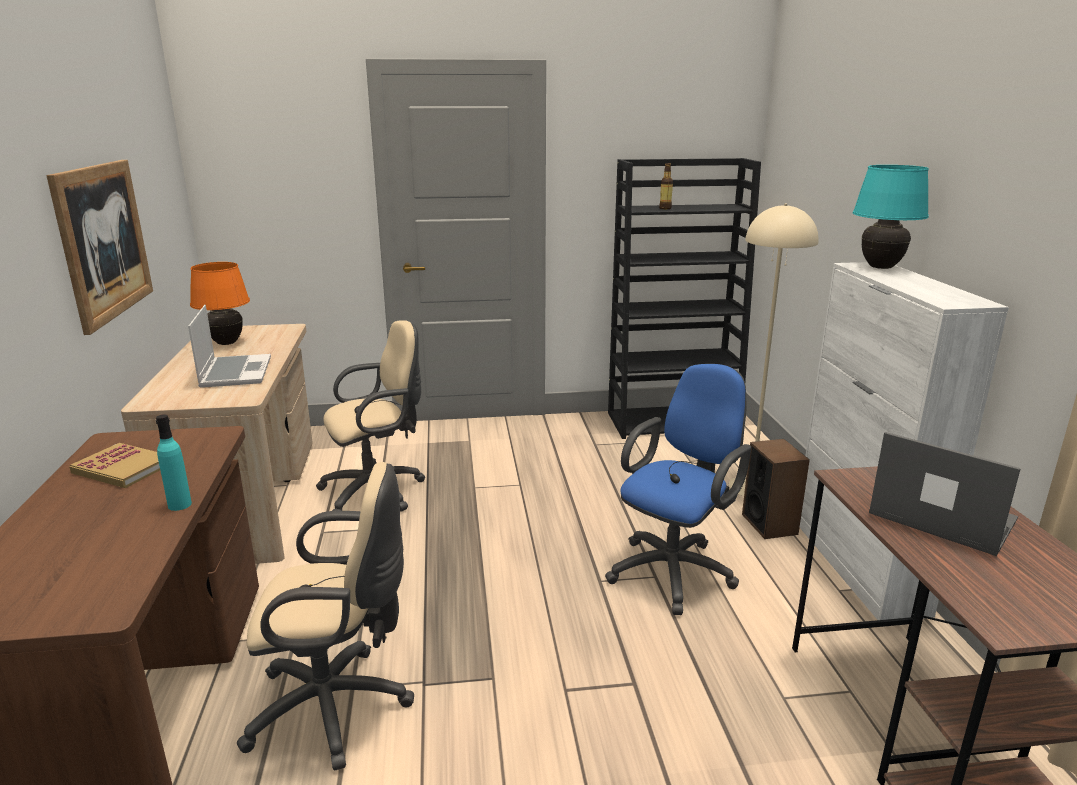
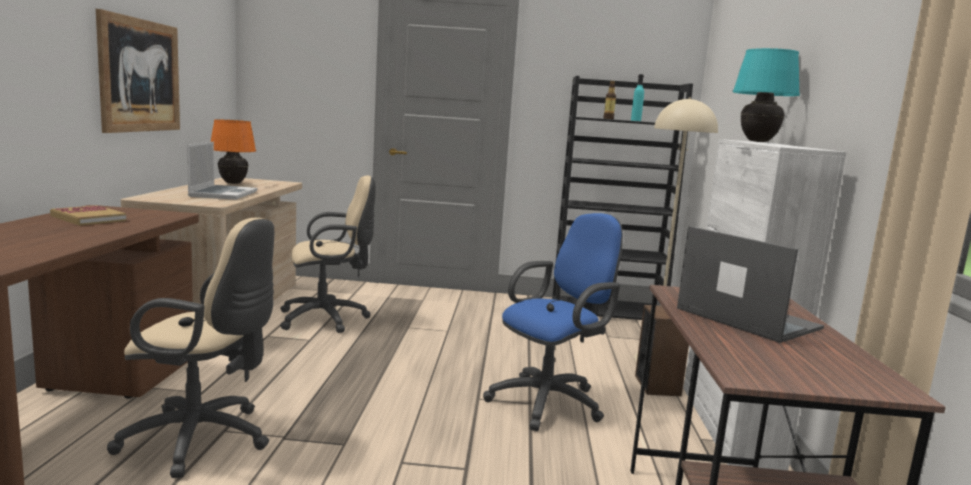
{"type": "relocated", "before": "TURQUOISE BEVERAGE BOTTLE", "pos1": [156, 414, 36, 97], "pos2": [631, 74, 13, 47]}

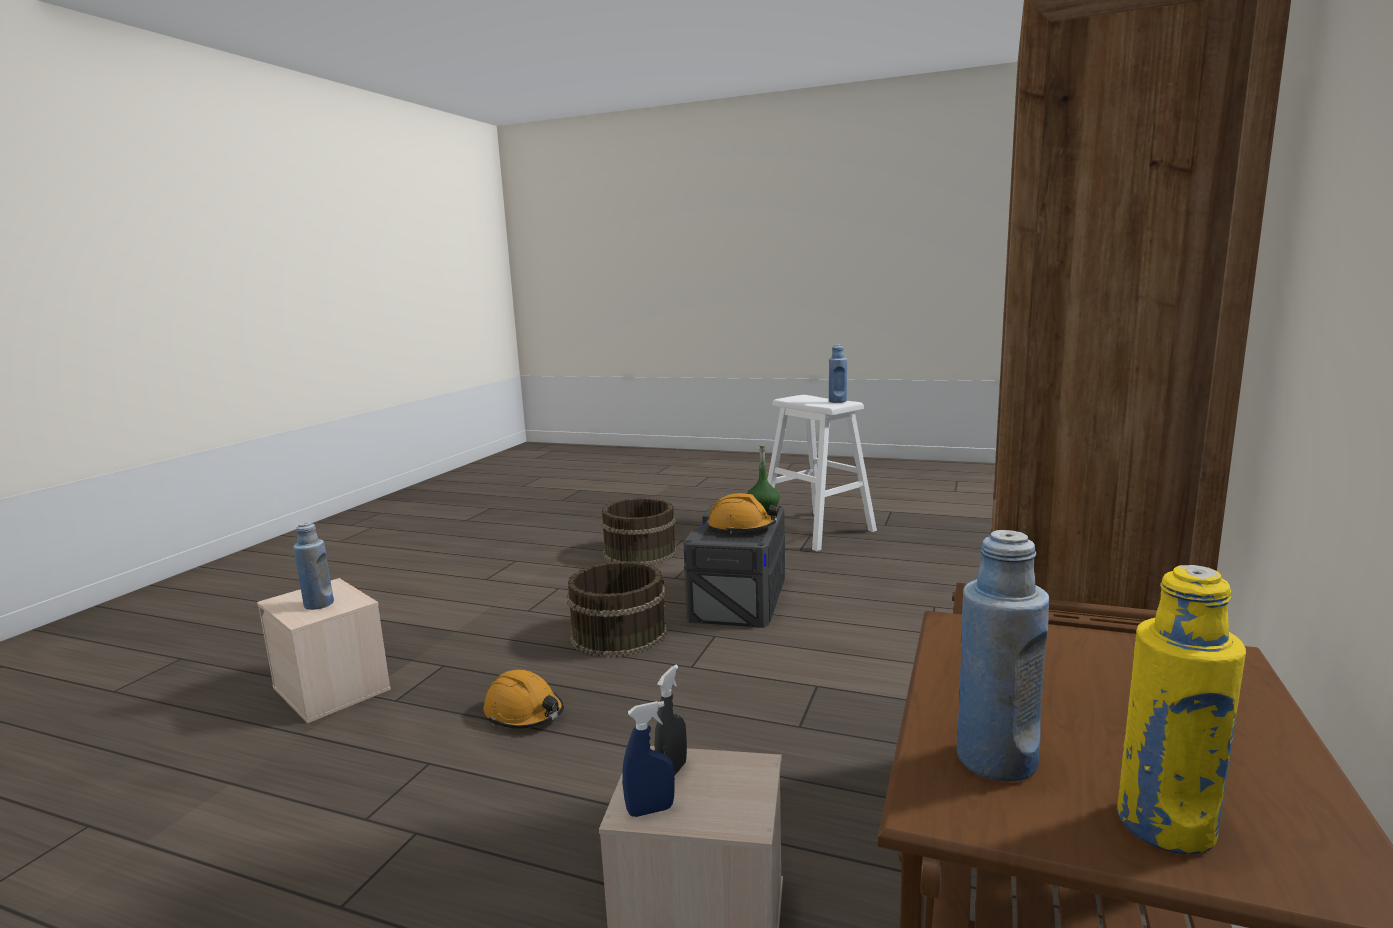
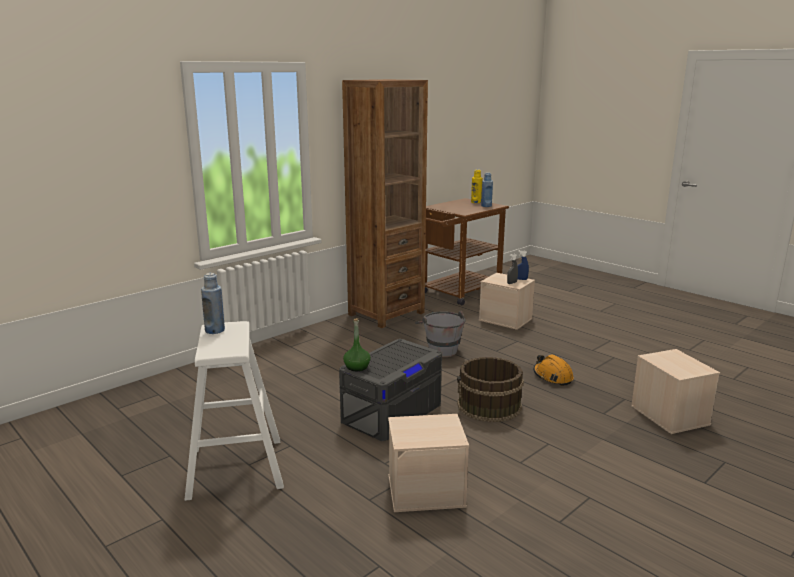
{"type": "missing", "before": "ORANGE WORK HELMET", "pos1": [708, 493, 71, 41]}
{"type": "exchanged", "before": "BROWN-COLOURED WATER BUCKET", "after": "BEIGE-COLOURED STORAGE BOX", "pos1": [601, 498, 76, 67], "pos2": [388, 414, 81, 98]}
{"type": "missing", "before": "BLUE-COLOURED BEVERAGE BOTTLE", "pos1": [293, 522, 41, 88]}
{"type": "appeared", "after": "GREYISH WATER BUCKET", "pos2": [415, 311, 51, 46]}

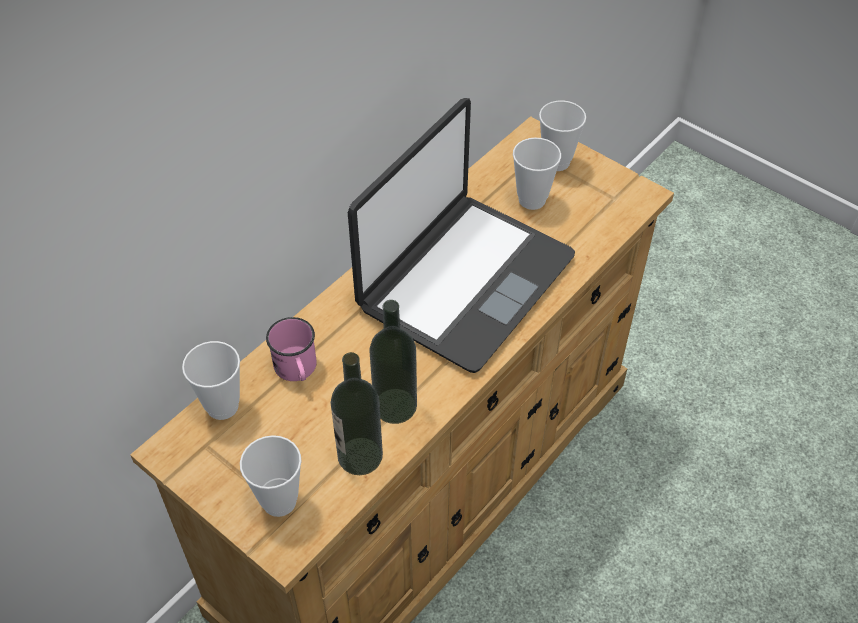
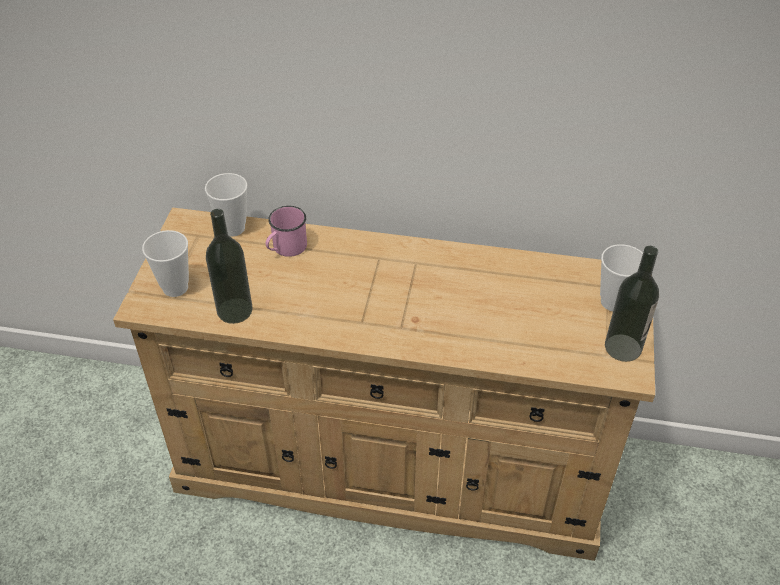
{"type": "missing", "before": "NOTEBOOK COMPUTER", "pos1": [348, 98, 227, 275]}
{"type": "missing", "before": "DRINKING CUP", "pos1": [513, 138, 48, 72]}
{"type": "relocated", "before": "BEVERAGE BOTTLE", "pos1": [369, 300, 48, 124], "pos2": [605, 246, 54, 116]}

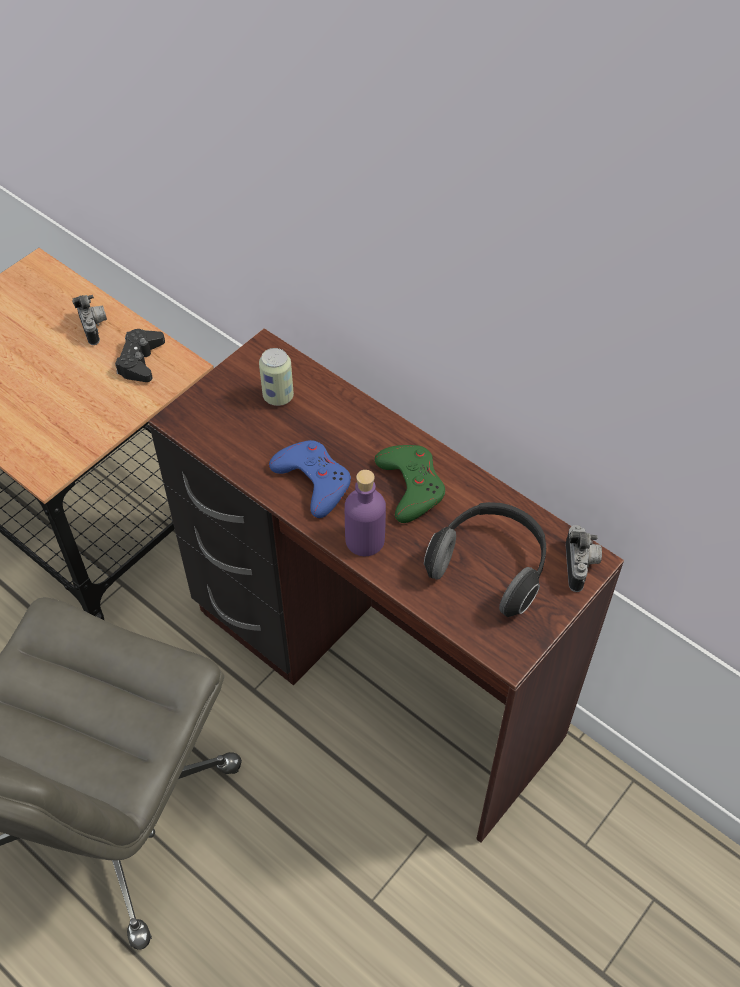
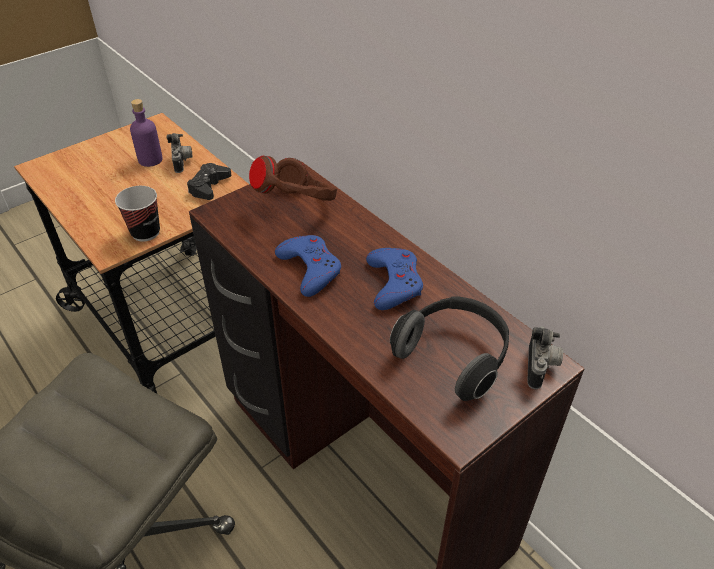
{"type": "exchanged", "before": "SEALED CAN", "after": "BROWN-COLOURED HEADPHONES", "pos1": [259, 348, 35, 58], "pos2": [249, 155, 88, 46]}
{"type": "colour", "before": "GREEN-COLOURED JOYPAD", "after": "BLUE-COLOURED JOYPAD", "pos1": [374, 445, 71, 78], "pos2": [366, 248, 57, 62]}
{"type": "relocated", "before": "PURPLISH BEVERAGE BOTTLE", "pos1": [345, 470, 41, 86], "pos2": [130, 99, 33, 68]}
{"type": "appeared", "after": "DRINKING CUP", "pos2": [115, 186, 45, 55]}

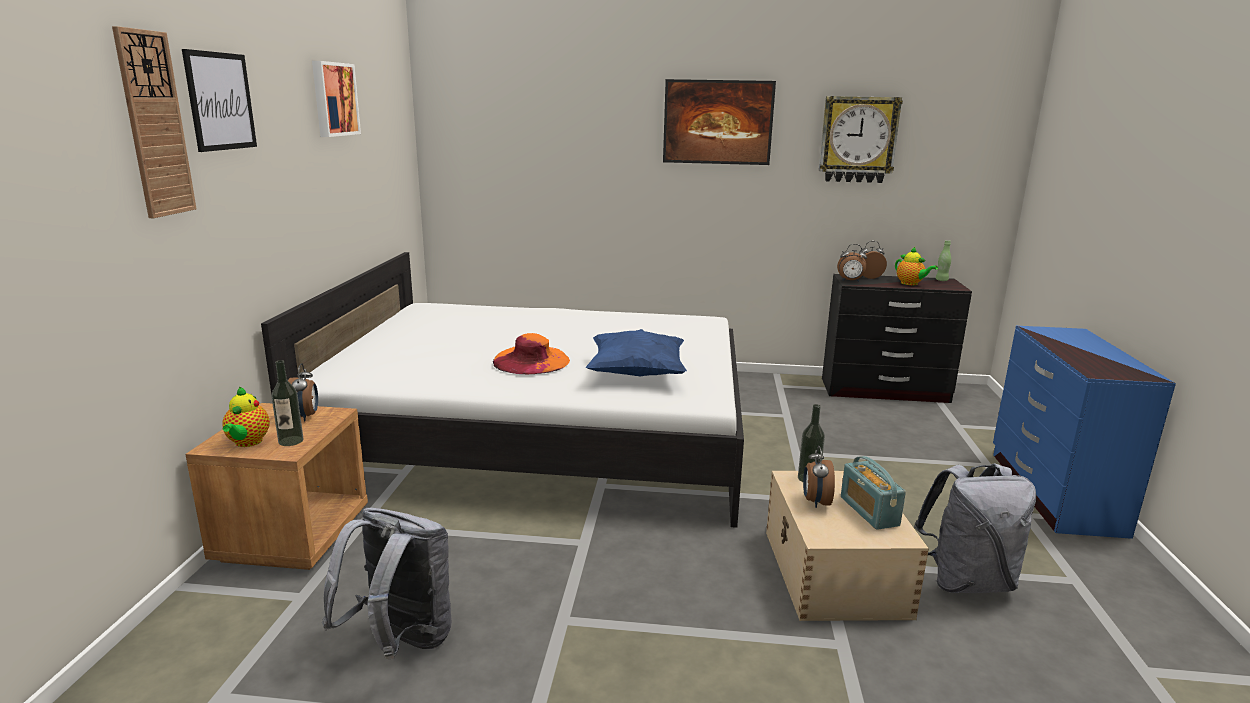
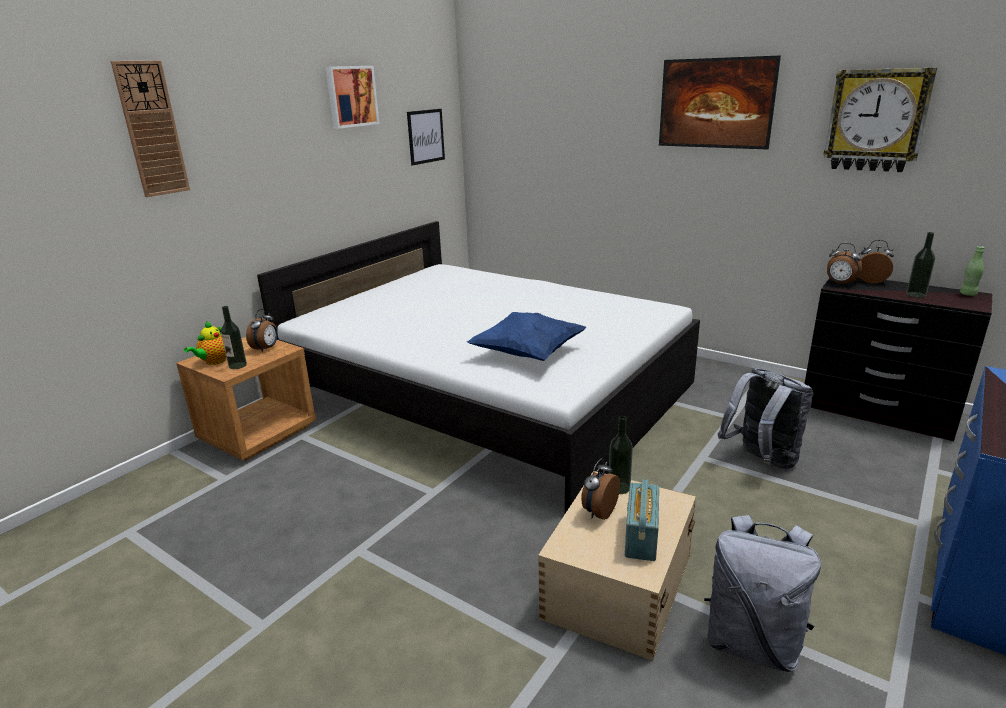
{"type": "relocated", "before": "PICTURE", "pos1": [182, 49, 75, 103], "pos2": [407, 109, 38, 56]}
{"type": "exchanged", "before": "POT FOR TEA", "after": "BEVERAGE BOTTLE", "pos1": [895, 247, 43, 38], "pos2": [906, 232, 29, 66]}
{"type": "missing", "before": "ORANGE WEARABLE HAT", "pos1": [493, 333, 77, 41]}
{"type": "relocated", "before": "GREYISH RUCKSACK", "pos1": [322, 508, 130, 151], "pos2": [718, 368, 95, 101]}

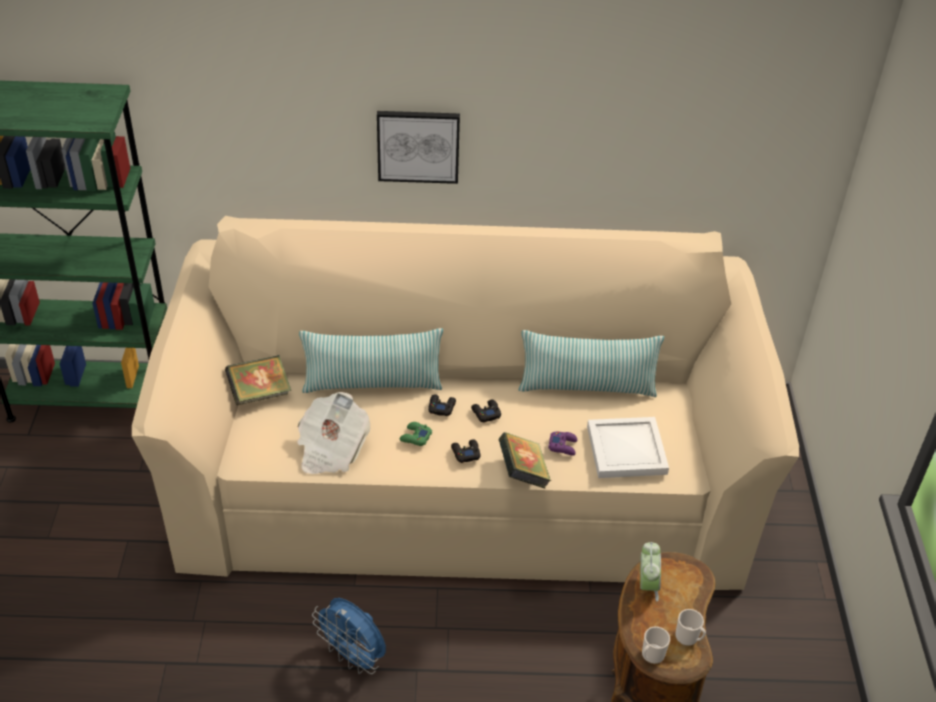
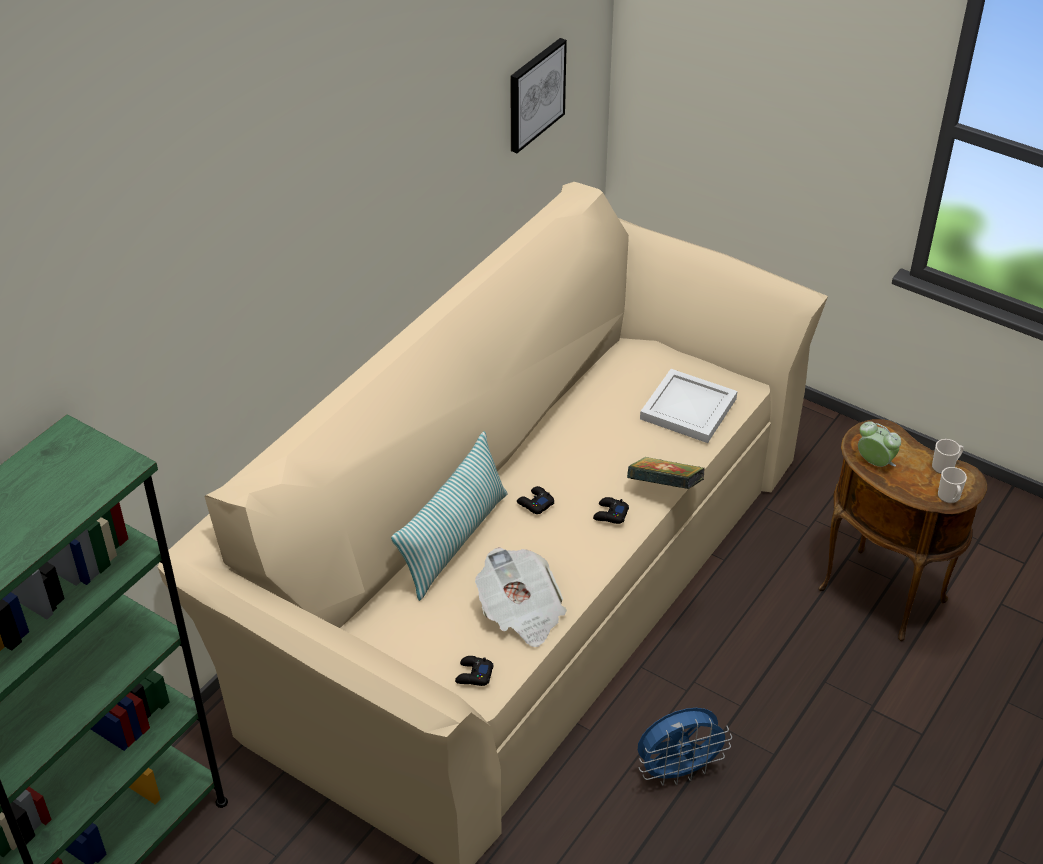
{"type": "relocated", "before": "PICTURE", "pos1": [377, 111, 83, 73], "pos2": [510, 38, 57, 115]}
{"type": "missing", "before": "PILLOW", "pos1": [518, 330, 146, 67]}
{"type": "missing", "before": "VOLUME", "pos1": [225, 355, 66, 50]}
{"type": "relocated", "before": "BLACKISH JOYPAD", "pos1": [471, 400, 30, 22], "pos2": [455, 656, 39, 30]}
{"type": "missing", "before": "GREEN-COLOURED JOYPAD", "pos1": [400, 422, 32, 24]}
{"type": "missing", "before": "PURPLISH JOYPAD", "pos1": [548, 432, 29, 23]}

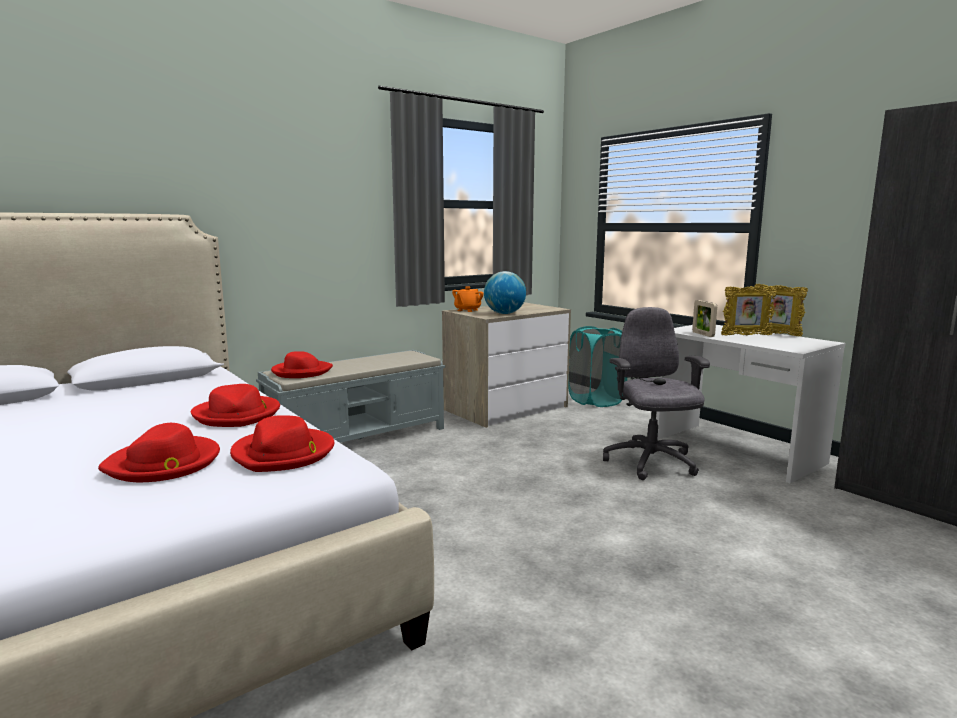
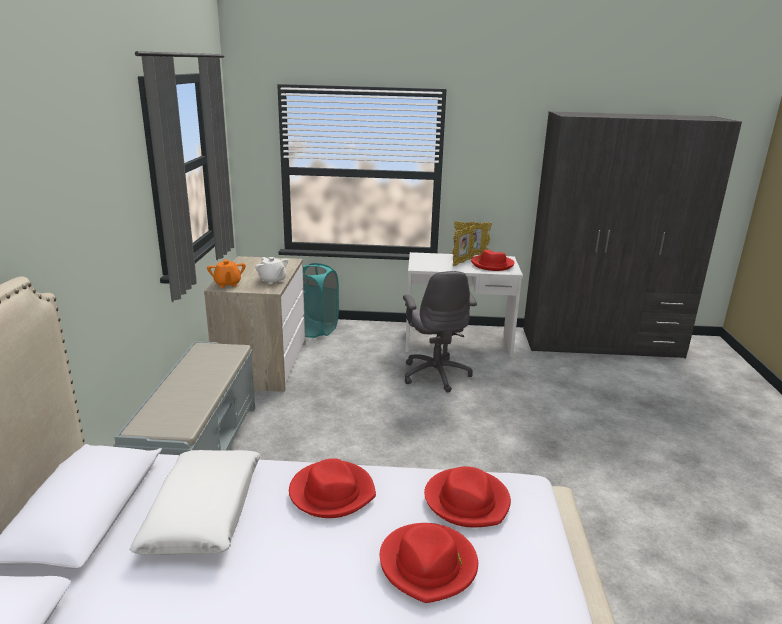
{"type": "exchanged", "before": "GLOBE", "after": "WHITE-COLOURED POT FOR TEA", "pos1": [484, 271, 42, 43], "pos2": [255, 257, 33, 28]}
{"type": "missing", "before": "STANDING FRAME", "pos1": [692, 300, 25, 37]}
{"type": "spun", "before": "GREYISH OFFICE CHAIR", "pos1": [603, 307, 107, 173], "pos2": [403, 271, 74, 122], "turn": -135}
{"type": "relocated", "before": "RED WEARABLE HAT", "pos1": [271, 351, 62, 27], "pos2": [471, 250, 44, 21]}
{"type": "appeared", "after": "WHITE-COLOURED PILLOW", "pos2": [129, 450, 131, 105]}

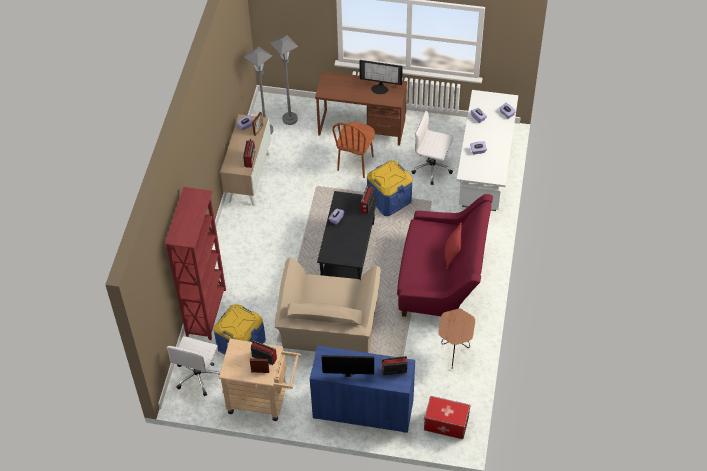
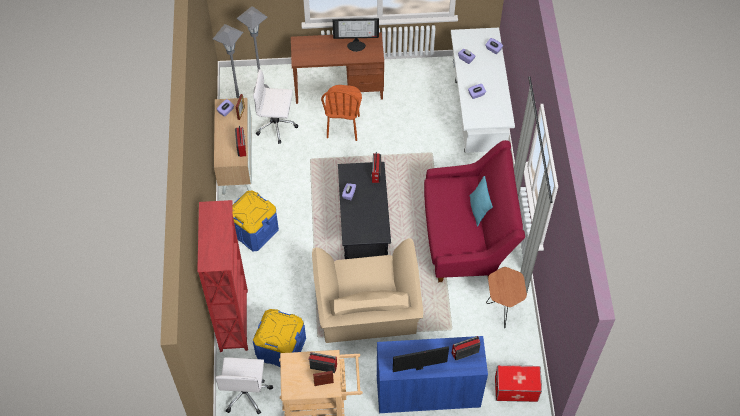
{"type": "relocated", "before": "WHITE-COLOURED OFFICE CHAIR", "pos1": [411, 111, 43, 74], "pos2": [253, 69, 45, 75]}
{"type": "relocated", "before": "BLUE-COLOURED STORAGE BOX", "pos1": [367, 160, 46, 56], "pos2": [232, 191, 47, 60]}
{"type": "colour", "before": "RED PILLOW", "after": "TURQUOISE PILLOW", "pos1": [445, 223, 17, 46], "pos2": [470, 176, 23, 51]}

